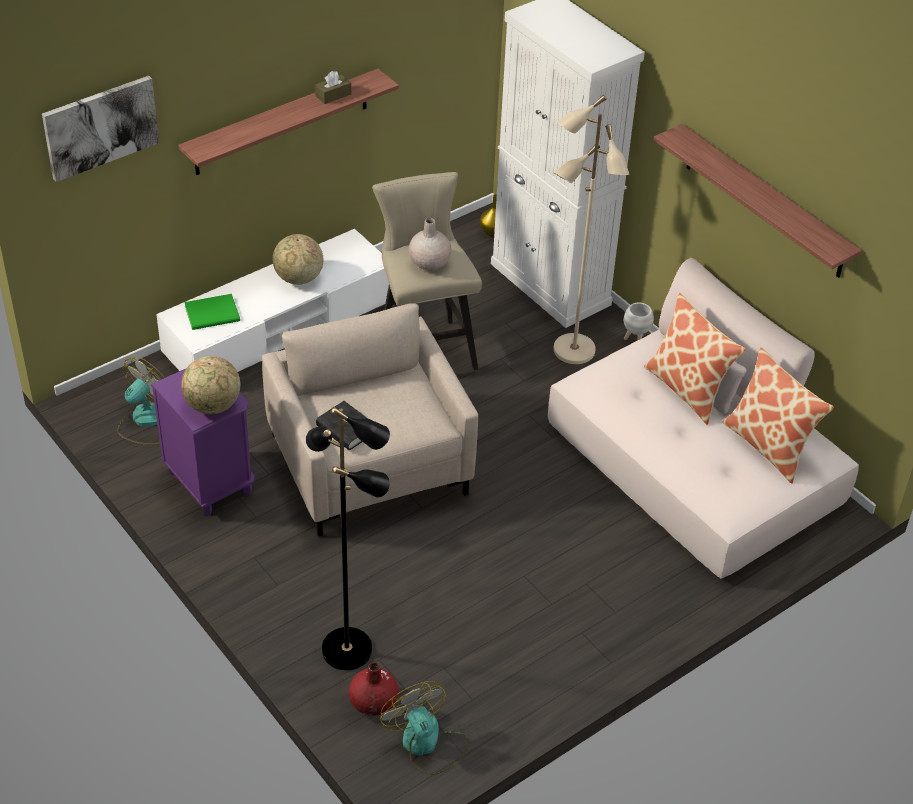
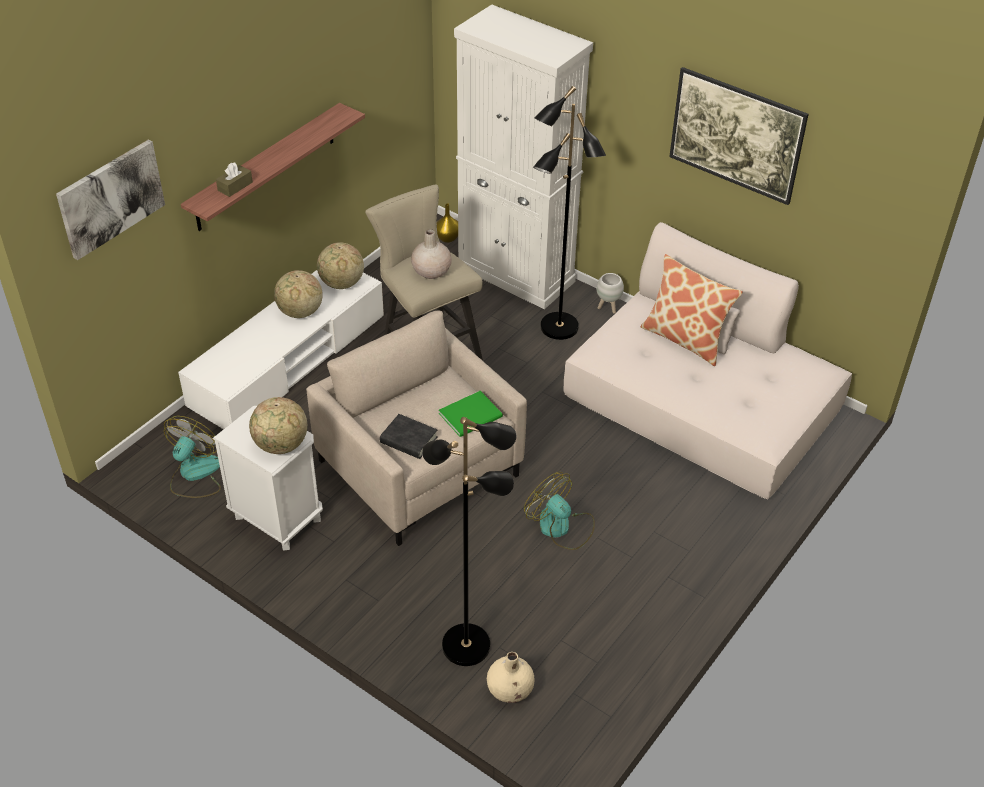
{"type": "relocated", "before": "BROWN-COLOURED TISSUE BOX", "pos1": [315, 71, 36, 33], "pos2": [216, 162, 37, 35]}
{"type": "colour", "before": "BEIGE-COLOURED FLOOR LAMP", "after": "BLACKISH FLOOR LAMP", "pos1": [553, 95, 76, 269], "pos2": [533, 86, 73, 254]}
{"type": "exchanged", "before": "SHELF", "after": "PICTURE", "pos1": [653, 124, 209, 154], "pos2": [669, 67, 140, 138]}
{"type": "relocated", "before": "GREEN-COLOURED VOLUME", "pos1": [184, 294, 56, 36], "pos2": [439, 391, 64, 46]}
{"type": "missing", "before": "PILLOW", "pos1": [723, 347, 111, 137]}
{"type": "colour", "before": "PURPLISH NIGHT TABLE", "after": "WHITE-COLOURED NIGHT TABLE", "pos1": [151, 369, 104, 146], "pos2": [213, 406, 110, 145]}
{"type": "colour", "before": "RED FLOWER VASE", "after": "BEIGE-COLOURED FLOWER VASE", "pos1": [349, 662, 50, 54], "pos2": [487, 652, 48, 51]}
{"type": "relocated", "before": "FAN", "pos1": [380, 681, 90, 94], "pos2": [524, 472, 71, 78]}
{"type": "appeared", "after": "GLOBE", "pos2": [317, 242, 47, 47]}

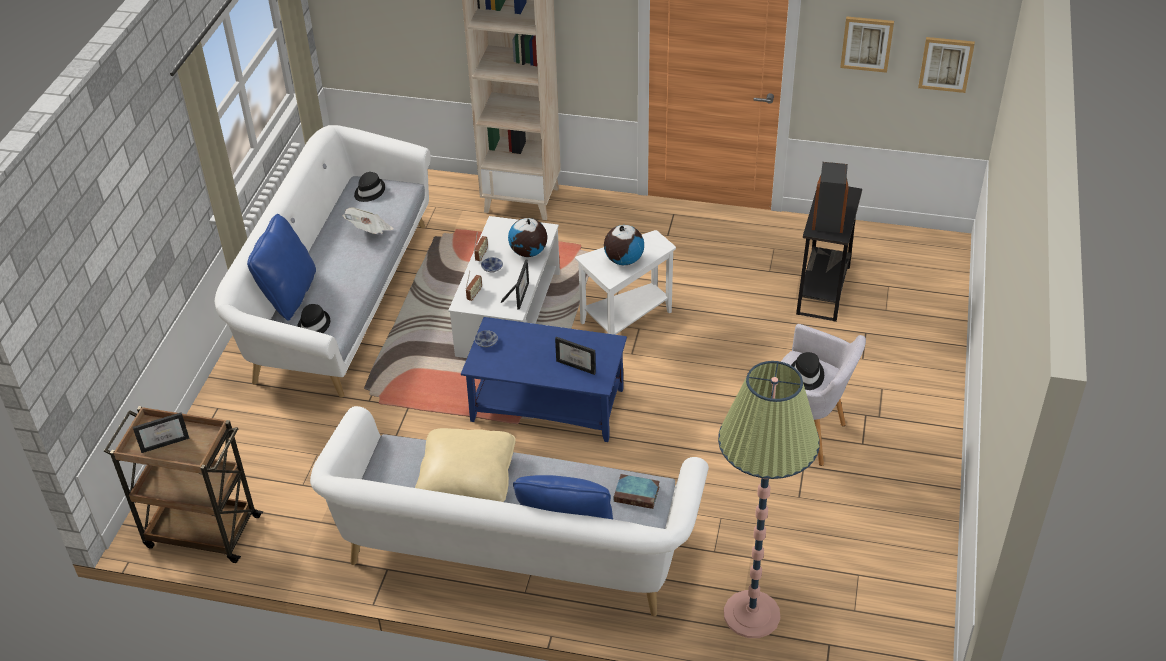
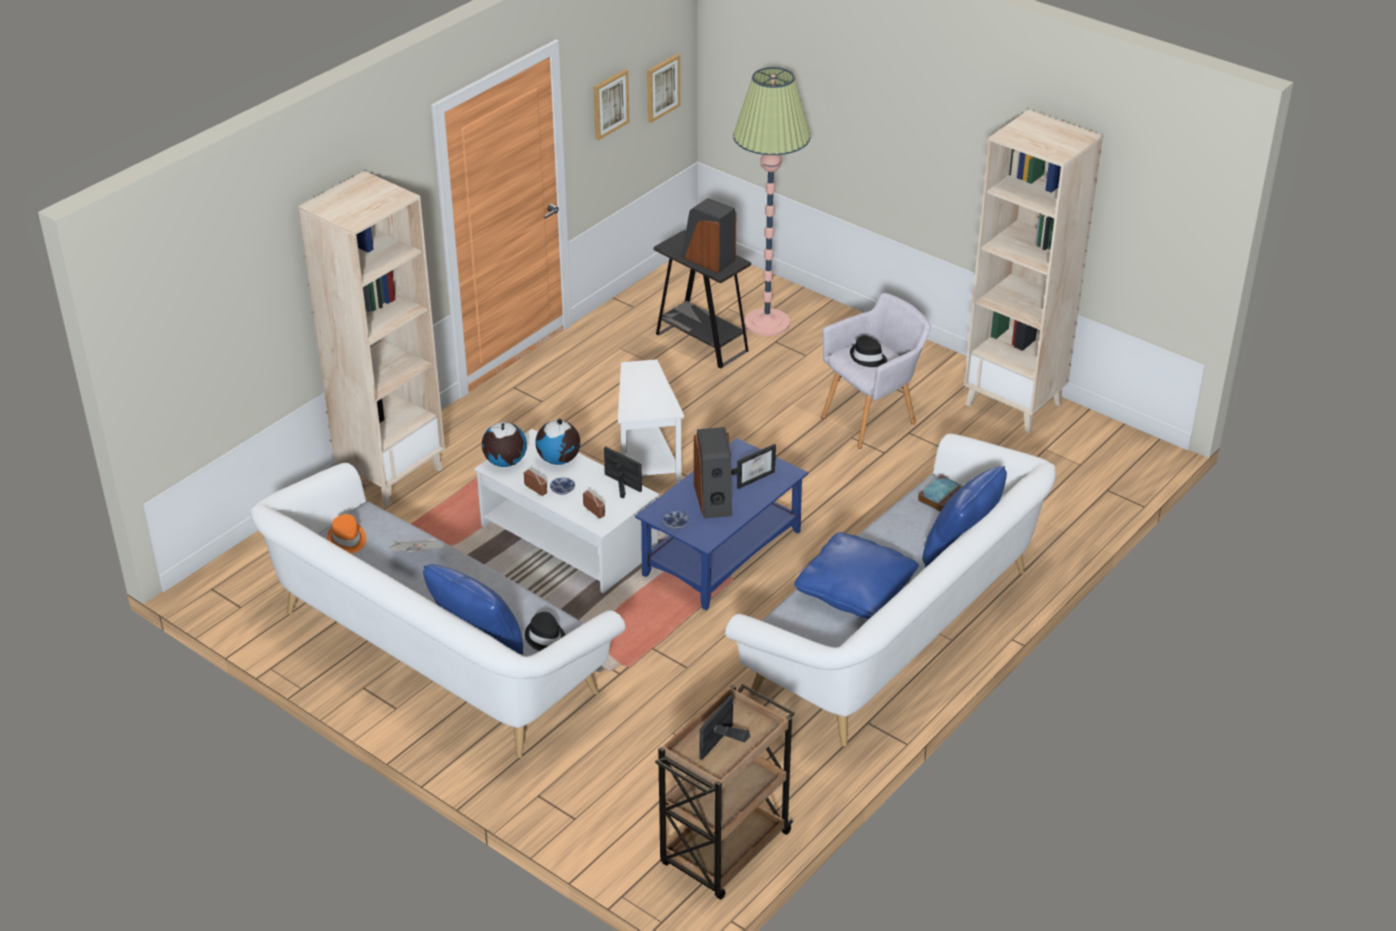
{"type": "colour", "before": "BLACKISH WEARABLE HAT", "after": "ORANGE WEARABLE HAT", "pos1": [354, 172, 31, 30], "pos2": [327, 514, 39, 39]}
{"type": "relocated", "before": "GLOBE", "pos1": [604, 225, 40, 40], "pos2": [482, 422, 45, 45]}
{"type": "relocated", "before": "FLOOR LAMP", "pos1": [718, 361, 102, 277], "pos2": [733, 67, 78, 269]}
{"type": "spun", "before": "STANDING FRAME", "pos1": [133, 412, 57, 41], "pos2": [699, 695, 52, 65], "turn": -150}
{"type": "colour", "before": "BEIGE-COLOURED PILLOW", "after": "BLUE-COLOURED PILLOW", "pos1": [415, 428, 101, 74], "pos2": [794, 532, 125, 87]}
{"type": "appeared", "after": "BEIGE-COLOURED SHELVING UNIT", "pos2": [964, 109, 139, 324]}
{"type": "appeared", "after": "SPEAKER", "pos2": [694, 427, 38, 91]}

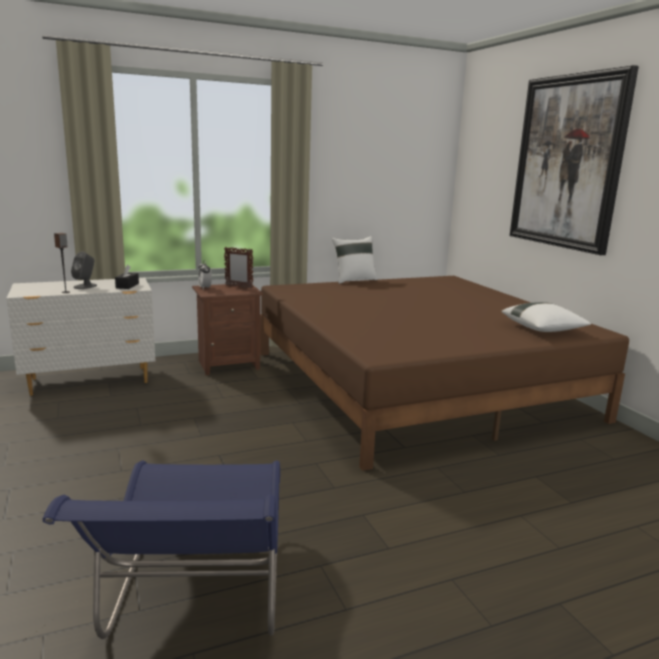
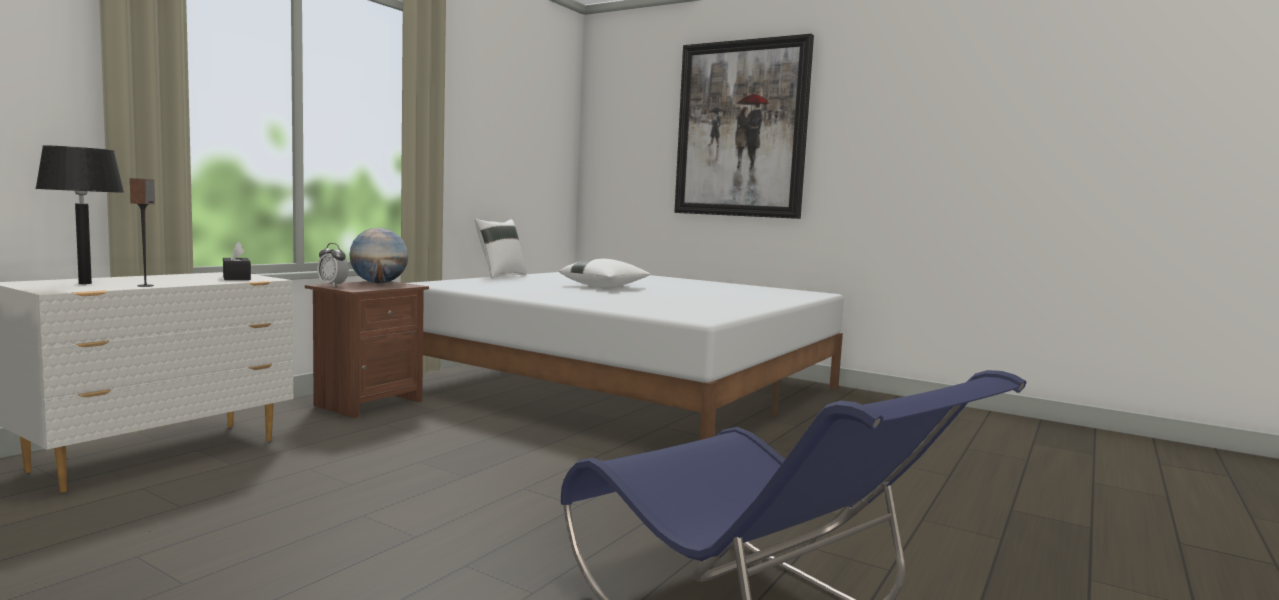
{"type": "exchanged", "before": "STANDING FRAME", "after": "GLOBE", "pos1": [224, 247, 29, 42], "pos2": [349, 228, 59, 55]}
{"type": "missing", "before": "GREYISH SPEAKER", "pos1": [71, 252, 26, 37]}
{"type": "colour", "before": "BROWN-COLOURED BED", "after": "WHITE-COLOURED BED", "pos1": [260, 276, 369, 195], "pos2": [408, 272, 436, 168]}
{"type": "relocated", "before": "WHITE-COLOURED PILLOW", "pos1": [501, 302, 90, 30], "pos2": [559, 258, 92, 29]}
{"type": "appeared", "after": "BLACKISH LAMP FOR A TABLE", "pos2": [35, 145, 89, 139]}

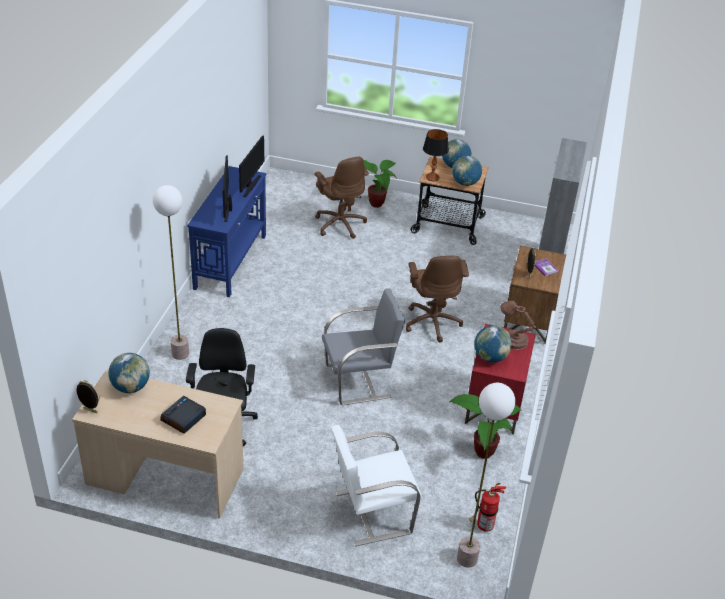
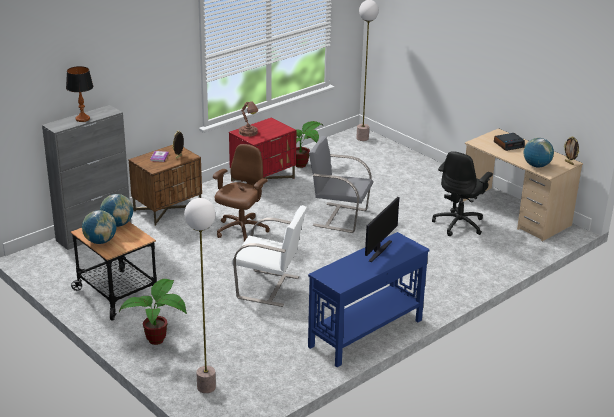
{"type": "relocated", "before": "LAMP FOR A TABLE", "pos1": [423, 129, 26, 52], "pos2": [66, 66, 27, 56]}
{"type": "missing", "before": "COMPUTER DISPLAY", "pos1": [239, 135, 25, 62]}
{"type": "missing", "before": "BROWN-COLOURED OFFICE CHAIR", "pos1": [314, 157, 55, 82]}
{"type": "relocated", "before": "FLOOR LAMP", "pos1": [153, 185, 36, 175], "pos2": [184, 198, 32, 195]}
{"type": "missing", "before": "GLOBE", "pos1": [474, 325, 38, 38]}
{"type": "relocated", "before": "WHITE-COLOURED CHAIR", "pos1": [331, 425, 91, 122], "pos2": [232, 205, 75, 102]}
{"type": "missing", "before": "FIRE EXTINGUISHER", "pos1": [469, 483, 37, 49]}

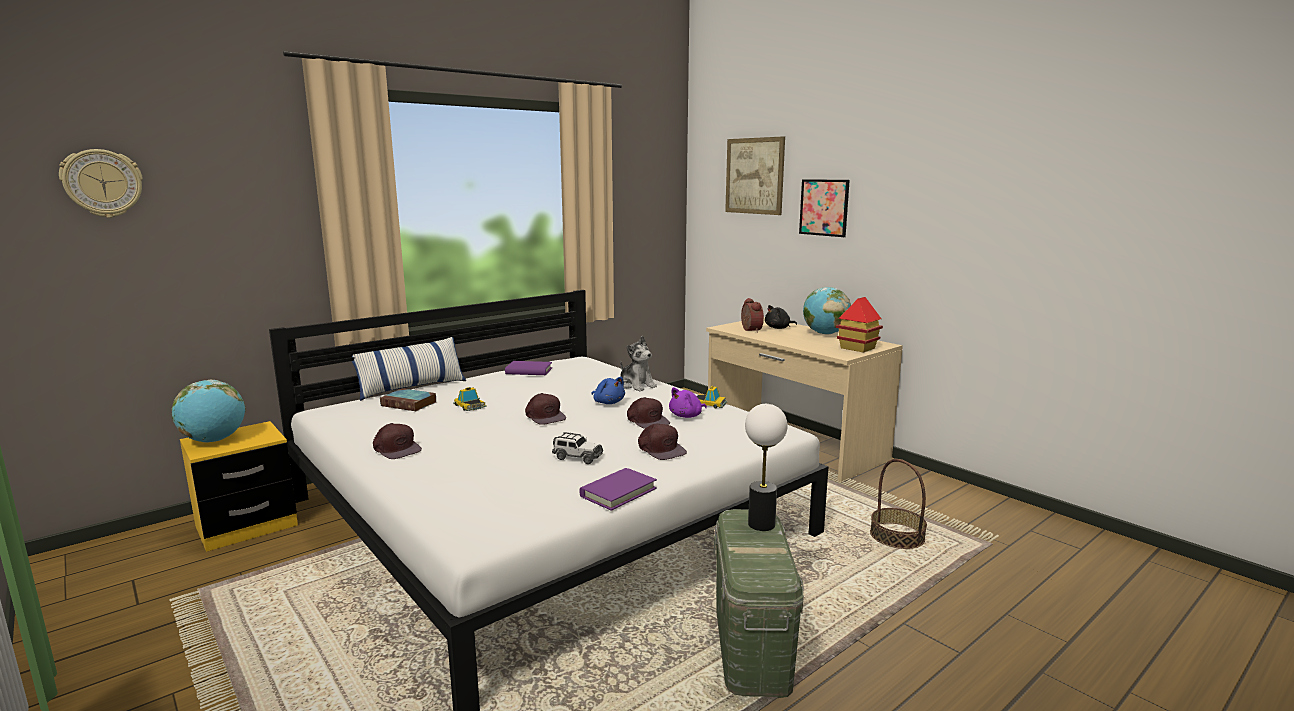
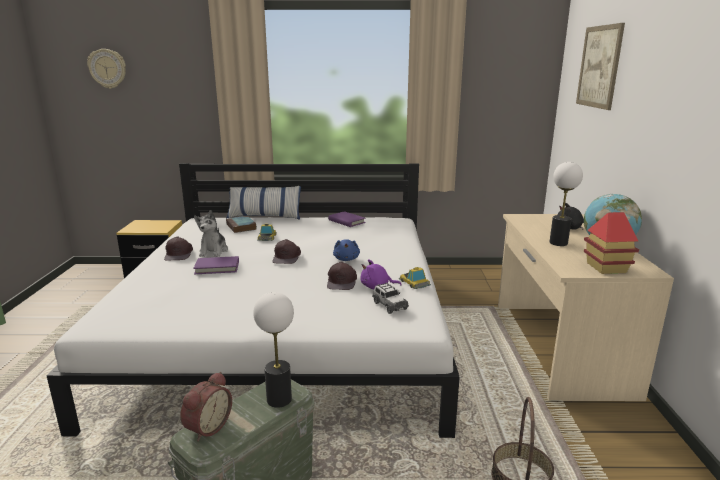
{"type": "missing", "before": "PICTURE", "pos1": [799, 179, 51, 58]}
{"type": "relocated", "before": "BEDSIDE CLOCK", "pos1": [741, 298, 23, 35], "pos2": [180, 372, 52, 69]}
{"type": "relocated", "before": "SOFT TOY", "pos1": [620, 336, 37, 55], "pos2": [194, 210, 34, 47]}
{"type": "missing", "before": "GLOBE", "pos1": [172, 380, 74, 63]}
{"type": "missing", "before": "BROWN-COLOURED PEAKED CAP", "pos1": [638, 423, 49, 37]}
{"type": "relocated", "before": "MODEL CAR", "pos1": [552, 432, 51, 32], "pos2": [372, 282, 37, 32]}
{"type": "relocated", "before": "PURPLISH VOLUME", "pos1": [579, 468, 78, 43], "pos2": [193, 256, 46, 18]}
{"type": "appeared", "after": "LAMP FOR A TABLE", "pos2": [549, 162, 34, 84]}

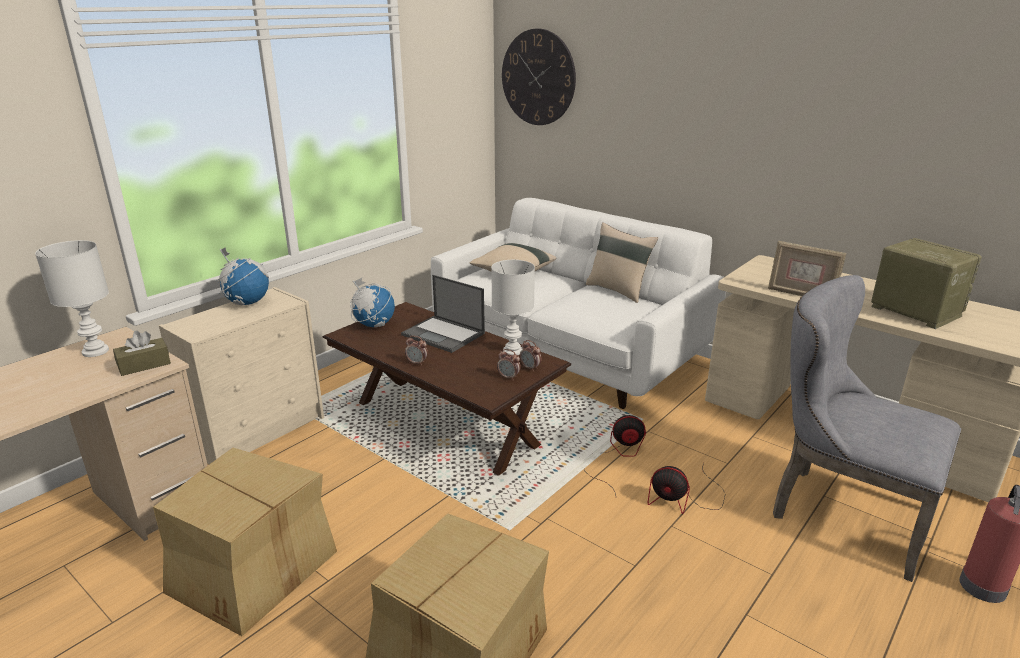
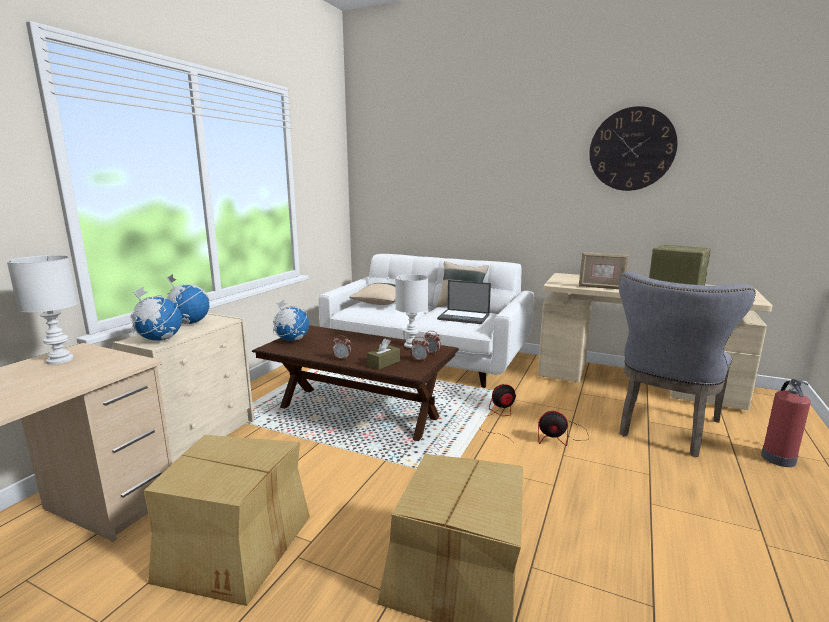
{"type": "relocated", "before": "HANGING CLOCK", "pos1": [502, 29, 74, 96], "pos2": [589, 106, 88, 85]}
{"type": "relocated", "before": "NOTEBOOK COMPUTER", "pos1": [401, 275, 84, 78], "pos2": [437, 280, 54, 44]}
{"type": "spun", "before": "GREYISH CHAIR", "pos1": [773, 275, 188, 307], "pos2": [619, 272, 137, 185], "turn": -75}
{"type": "relocated", "before": "BROWN-COLOURED TISSUE BOX", "pos1": [113, 331, 58, 45], "pos2": [367, 338, 33, 32]}
{"type": "appeared", "after": "GLOBE", "pos2": [130, 287, 52, 54]}

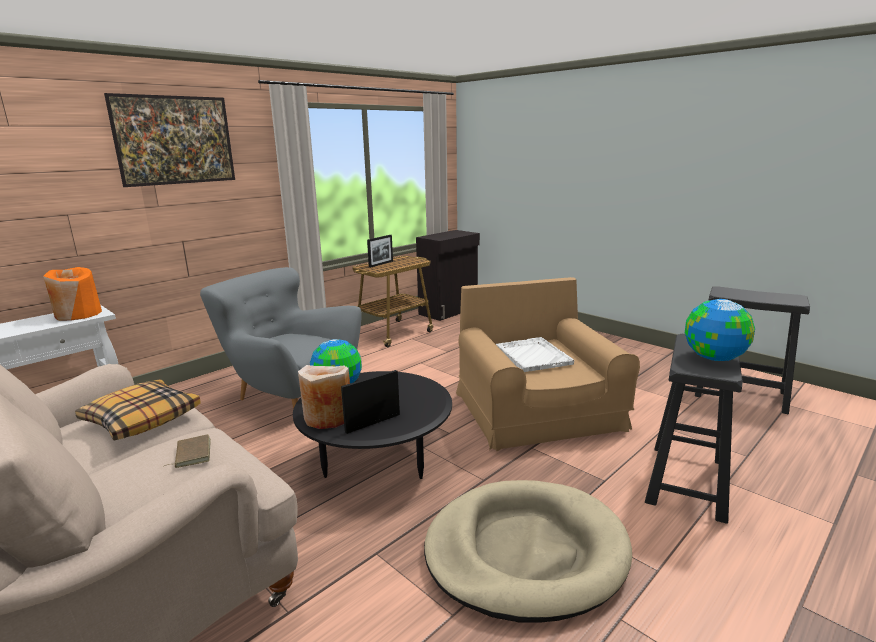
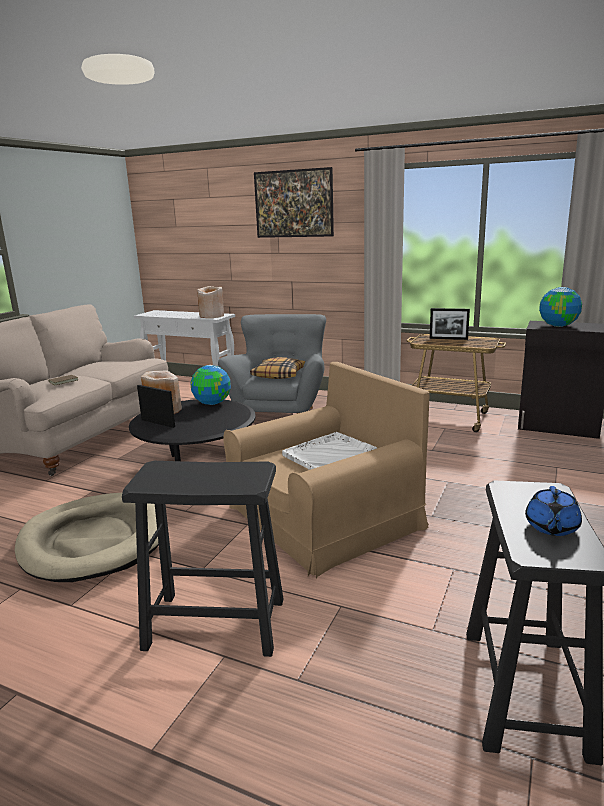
{"type": "colour", "before": "ORANGE FLOWER VASE", "after": "BEIGE-COLOURED FLOWER VASE", "pos1": [43, 267, 59, 54], "pos2": [197, 286, 27, 32]}
{"type": "relocated", "before": "GLOBE", "pos1": [685, 299, 70, 62], "pos2": [539, 287, 43, 40]}
{"type": "relocated", "before": "PILLOW", "pos1": [75, 379, 126, 62], "pos2": [250, 357, 55, 22]}
{"type": "appeared", "after": "BLUE-COLOURED POT FOR TEA", "pos2": [525, 486, 57, 50]}

